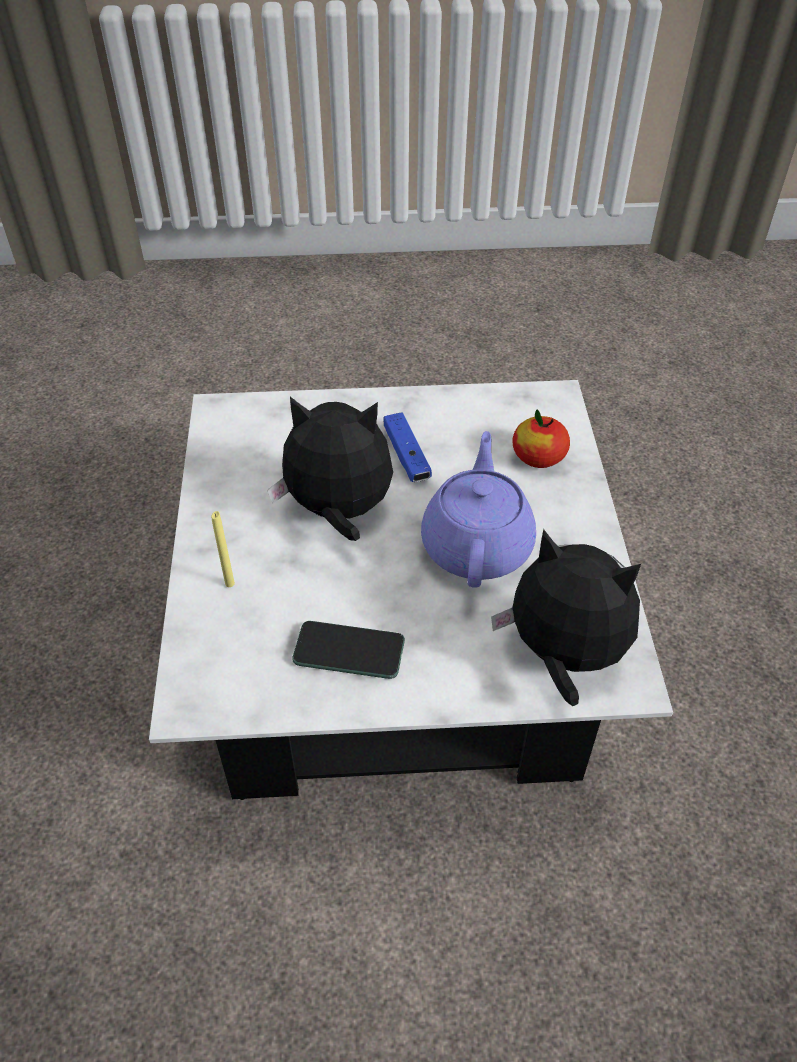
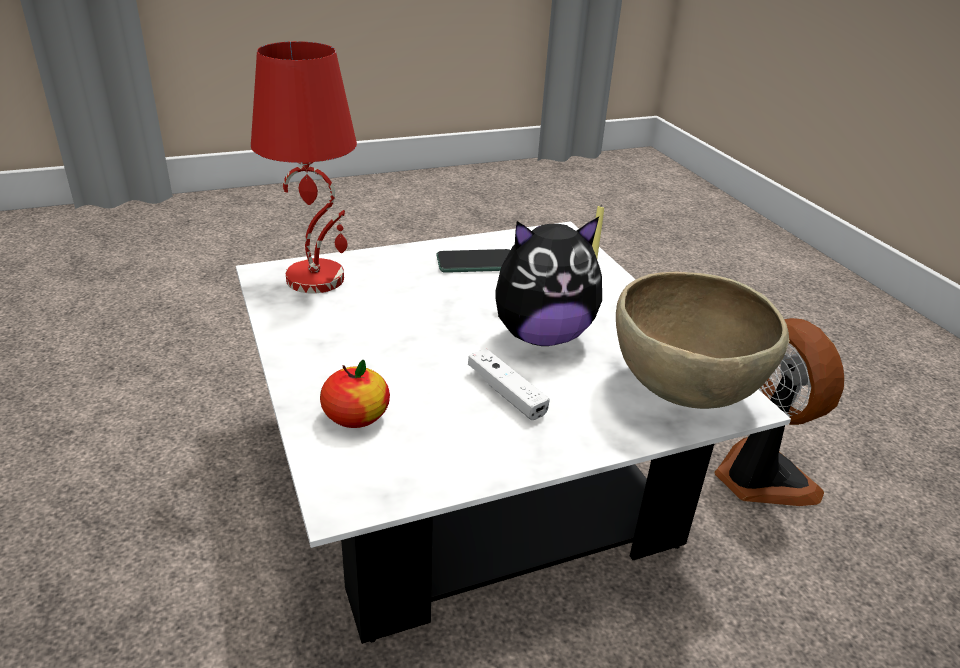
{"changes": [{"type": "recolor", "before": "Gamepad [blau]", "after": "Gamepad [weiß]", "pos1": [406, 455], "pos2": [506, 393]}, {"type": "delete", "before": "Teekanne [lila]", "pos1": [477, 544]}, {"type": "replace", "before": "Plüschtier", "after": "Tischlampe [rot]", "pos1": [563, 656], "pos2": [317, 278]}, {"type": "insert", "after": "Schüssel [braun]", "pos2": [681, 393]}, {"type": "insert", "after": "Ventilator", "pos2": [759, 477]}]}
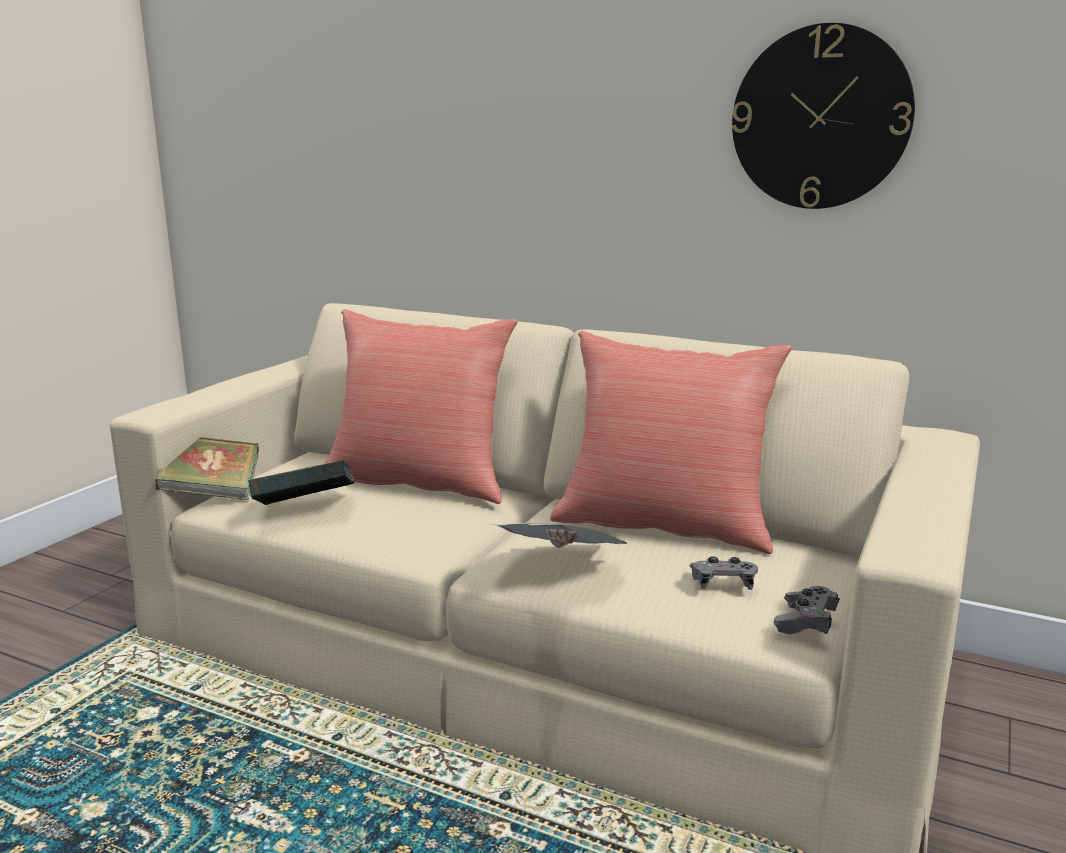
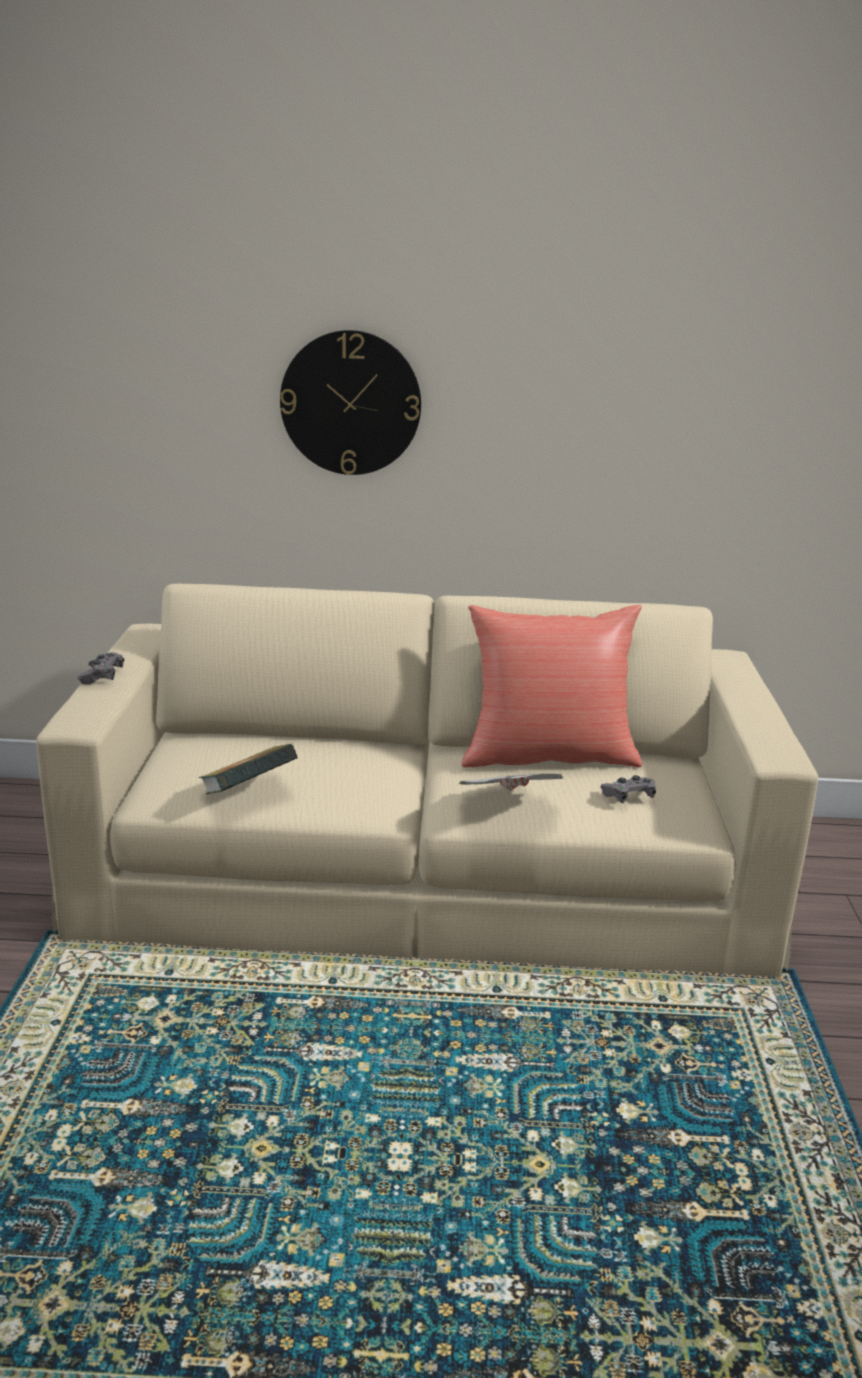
{"changes": [{"type": "delete", "before": "Buch", "pos1": [212, 494]}, {"type": "delete", "before": "Kissen [rot]", "pos1": [419, 482]}, {"type": "move", "before": "Wanduhr", "pos1": [820, 118], "pos2": [351, 403]}, {"type": "move", "before": "Gamepad [grau]", "pos1": [805, 622], "pos2": [102, 677]}]}
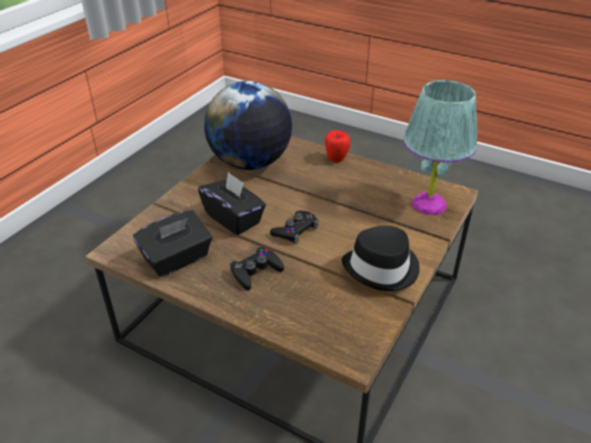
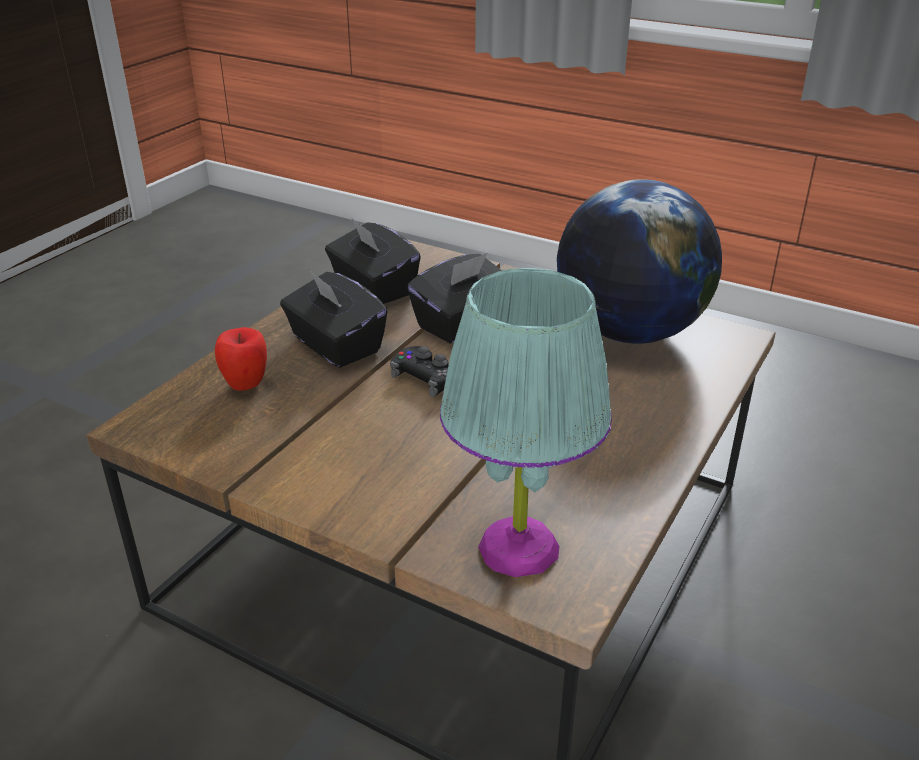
{"changes": [{"type": "replace", "before": "Gamepad [schwarz]", "after": "Taschentuchbox [schwarz]", "pos1": [255, 272], "pos2": [335, 345]}, {"type": "move", "before": "Apfel", "pos1": [336, 159], "pos2": [246, 386]}, {"type": "delete", "before": "Hut [schwarz]", "pos1": [382, 268]}]}
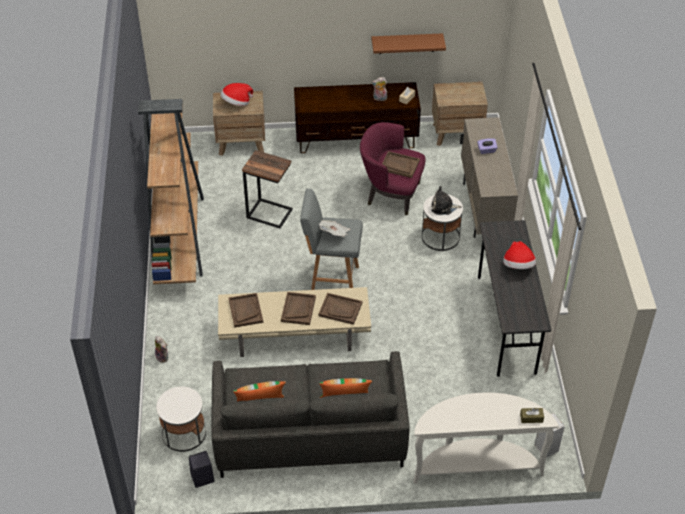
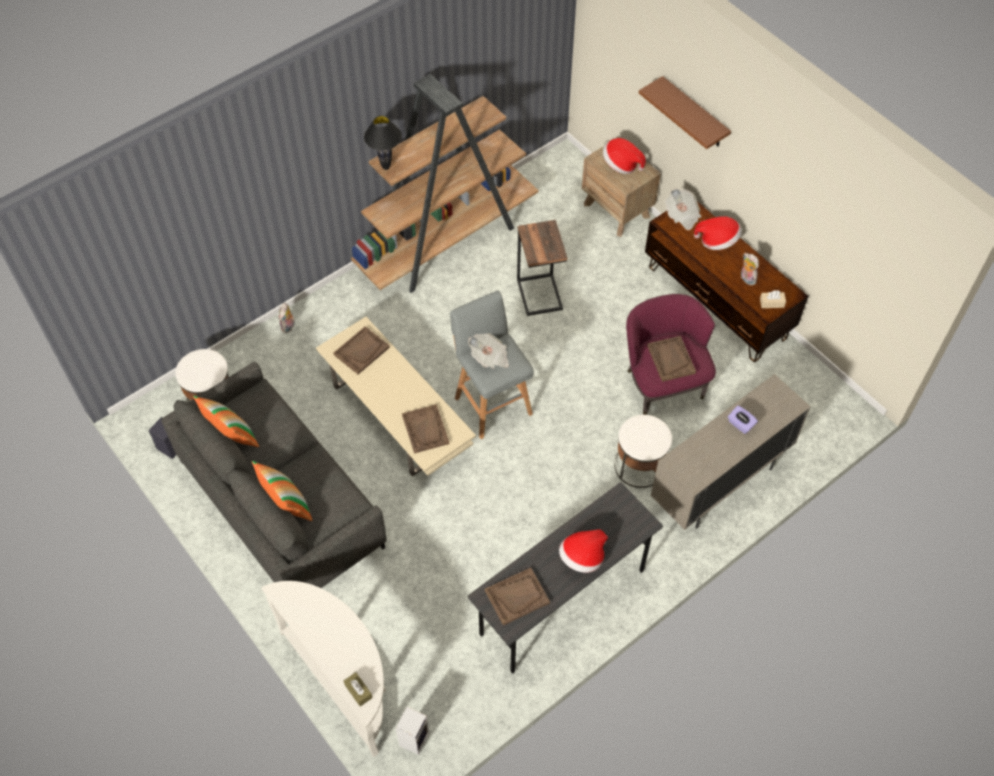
{"changes": [{"type": "move", "before": "Tablett [braun]", "pos1": [298, 309], "pos2": [517, 597]}, {"type": "move", "before": "Wandregal [braun]", "pos1": [406, 43], "pos2": [694, 113]}, {"type": "delete", "before": "Plüschtier", "pos1": [443, 207]}, {"type": "delete", "before": "Nachttisch [braun]", "pos1": [457, 133]}, {"type": "insert", "after": "Tischlampe [schwarz]", "pos2": [385, 167]}, {"type": "insert", "after": "Zeitung", "pos2": [682, 216]}, {"type": "insert", "after": "Hut", "pos2": [717, 241]}]}
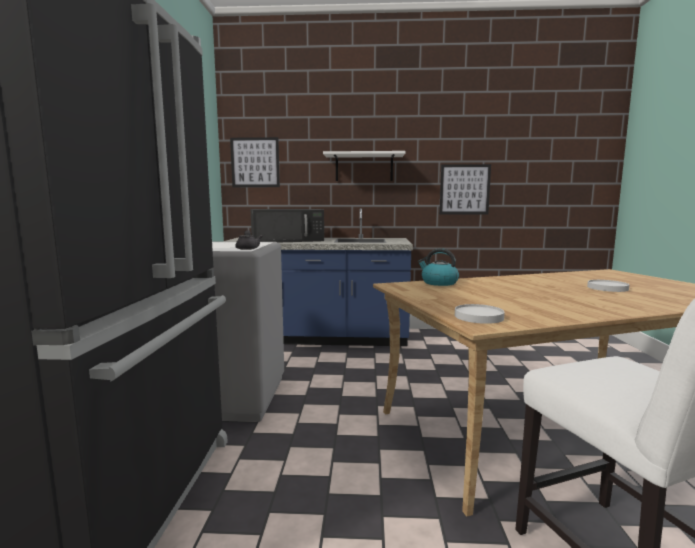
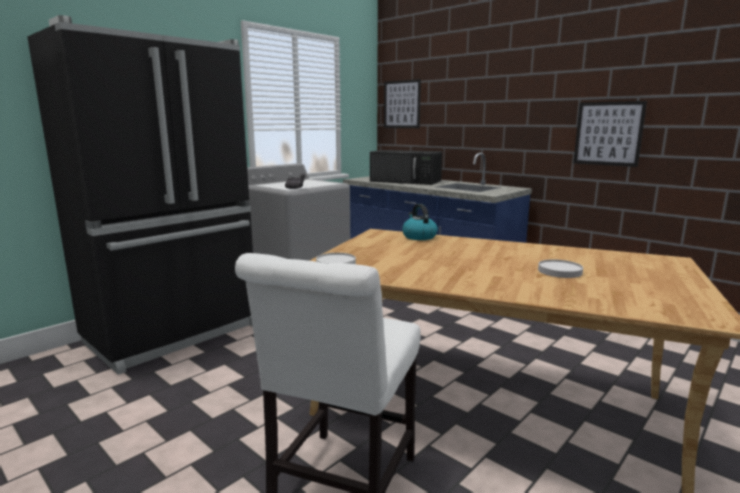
{"changes": [{"type": "delete", "before": "Wandregal [weiß]", "pos1": [364, 168]}]}
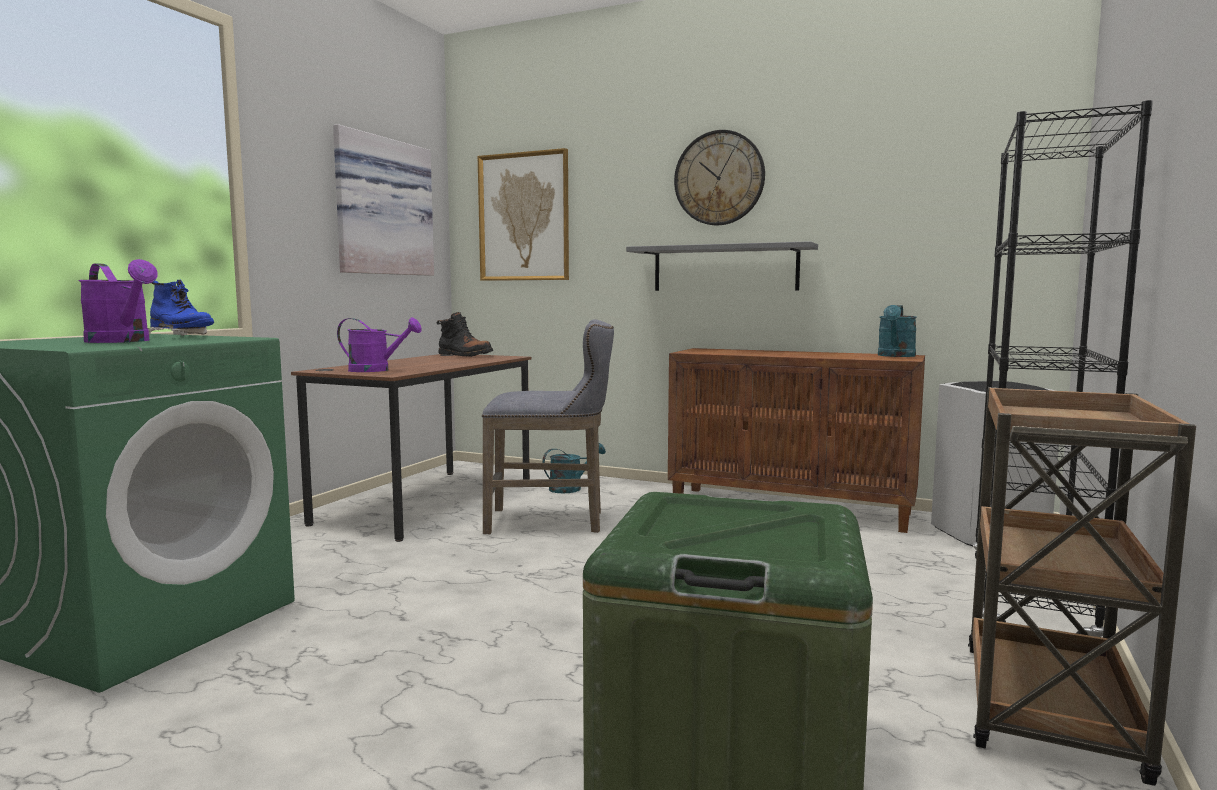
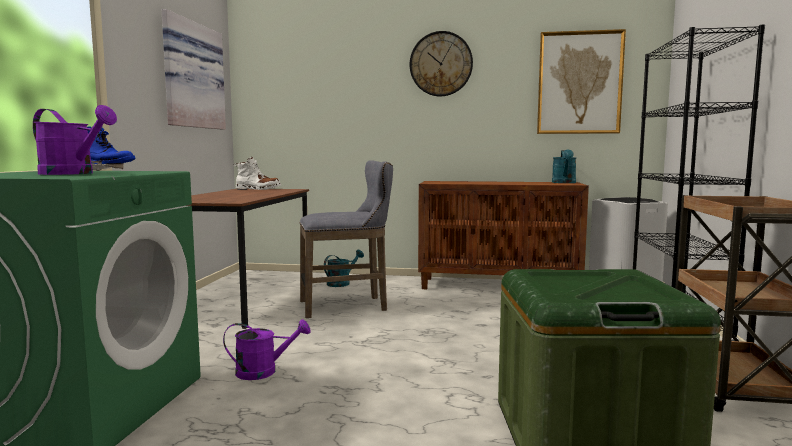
{"changes": [{"type": "move", "before": "Gießkanne [lila]", "pos1": [376, 370], "pos2": [264, 371]}, {"type": "recolor", "before": "Stiefel [schwarz]", "after": "Stiefel [weiß]", "pos1": [464, 355], "pos2": [258, 189]}, {"type": "move", "before": "Bild", "pos1": [524, 217], "pos2": [579, 83]}, {"type": "delete", "before": "Wandregal [grau]", "pos1": [725, 268]}]}
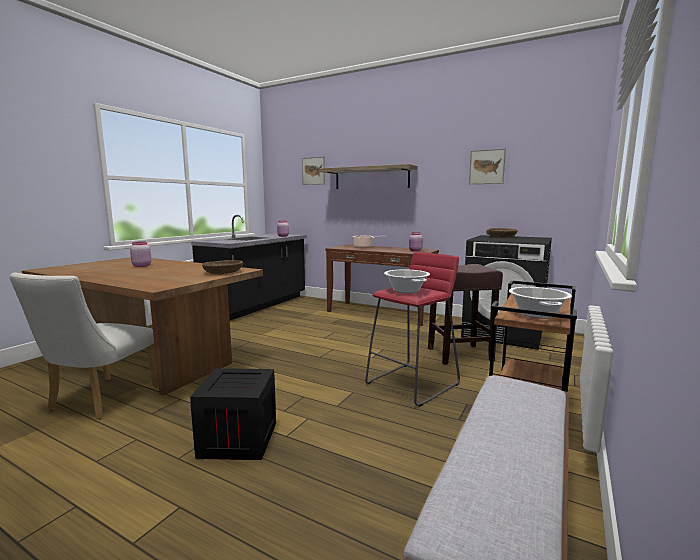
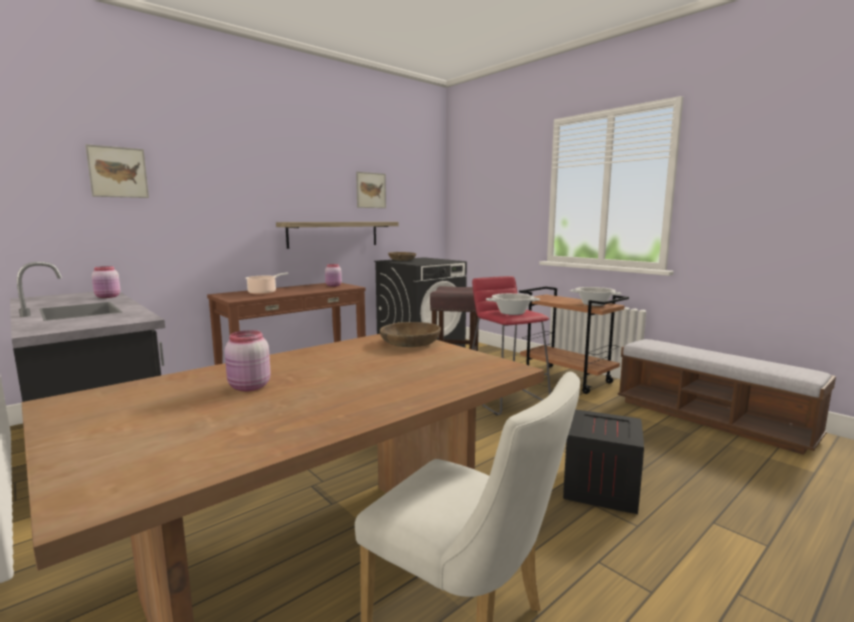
{"changes": [{"type": "move", "before": "Wandregal", "pos1": [371, 178], "pos2": [333, 234]}]}
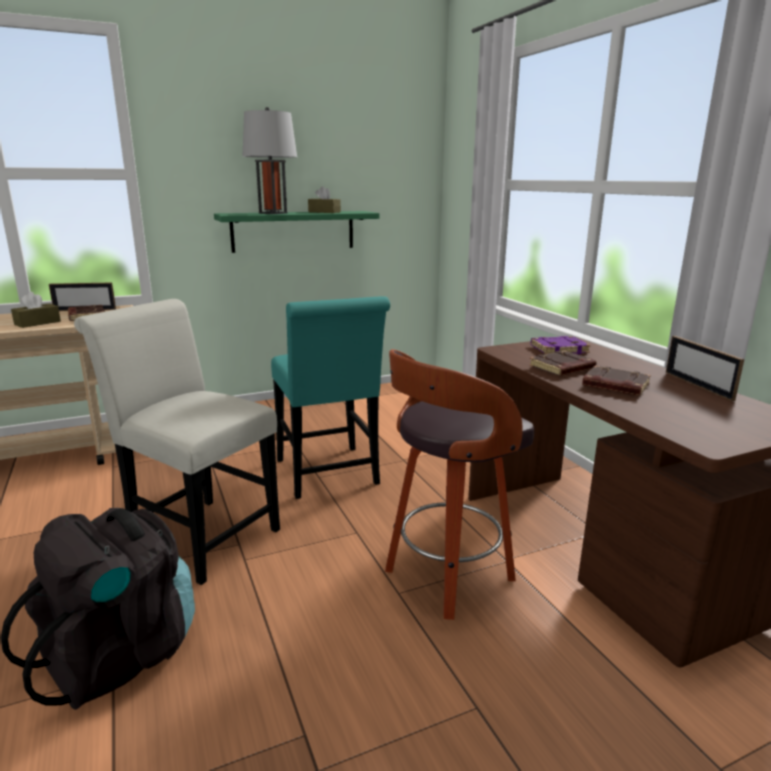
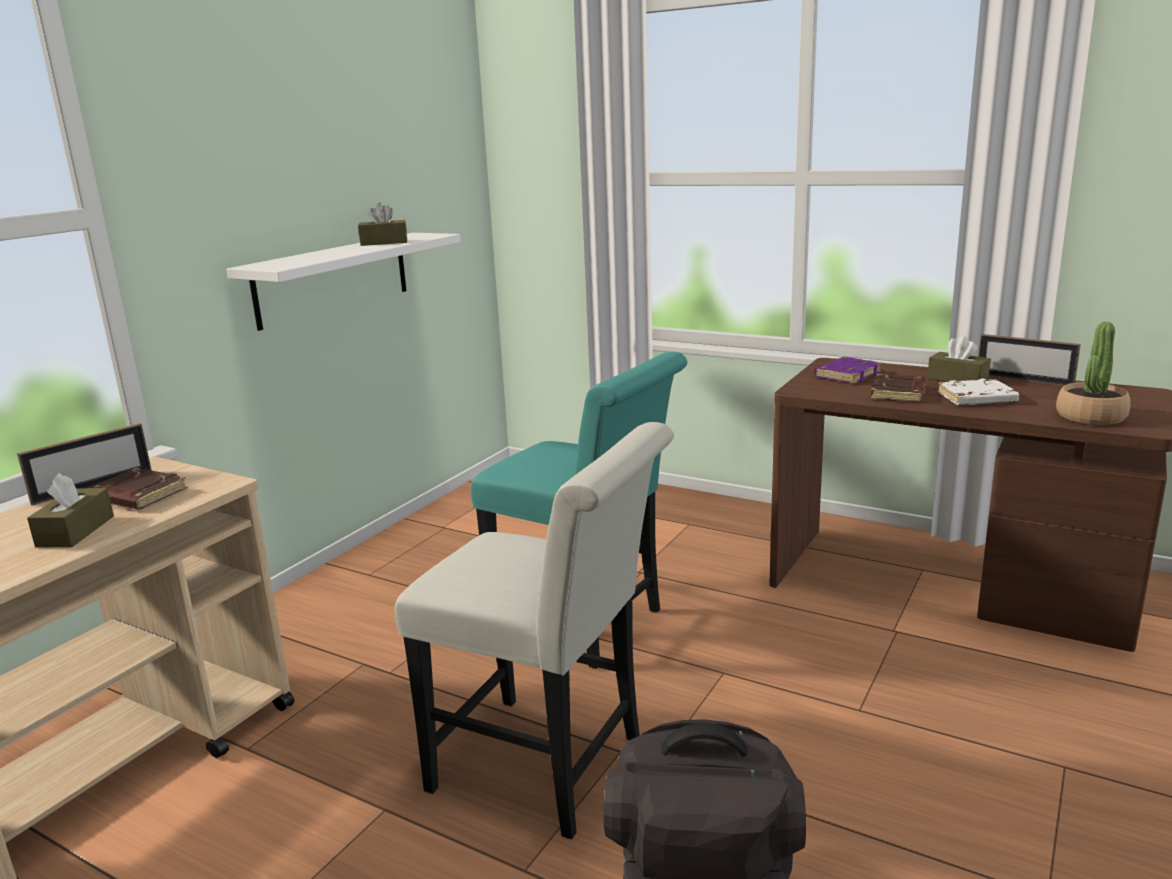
{"changes": [{"type": "rotate", "before": "Stuhl [weiß]", "pos1": [198, 535], "pos2": [551, 767], "turn": -150}, {"type": "recolor", "before": "Wandregal [grün]", "after": "Wandregal [weiß]", "pos1": [293, 231], "pos2": [333, 279]}, {"type": "delete", "before": "Tischlampe [grau]", "pos1": [273, 213]}, {"type": "delete", "before": "Hocker", "pos1": [446, 577]}, {"type": "recolor", "before": "Buch [braun]", "after": "Buch [weiß]", "pos1": [614, 386], "pos2": [976, 399]}, {"type": "insert", "after": "Taschentuchbox [braun]", "pos2": [957, 379]}, {"type": "insert", "after": "Topfpflanze", "pos2": [1090, 417]}]}
